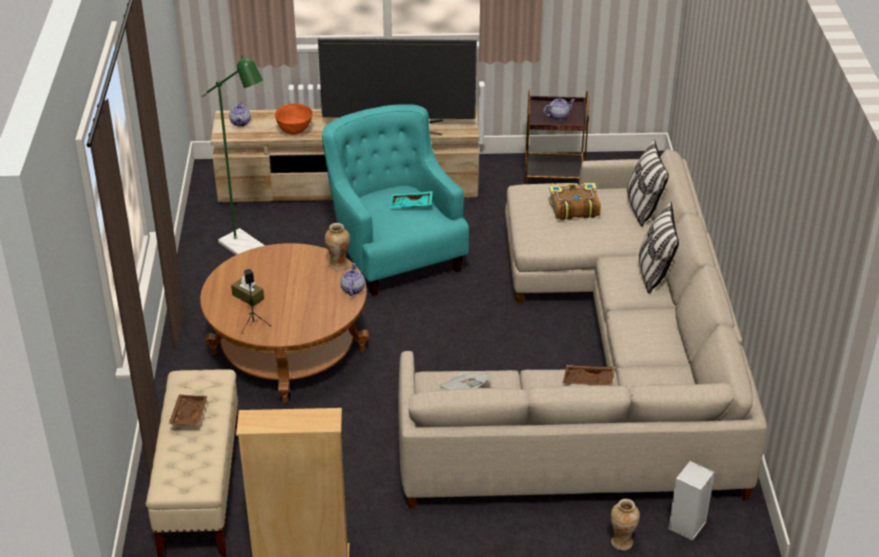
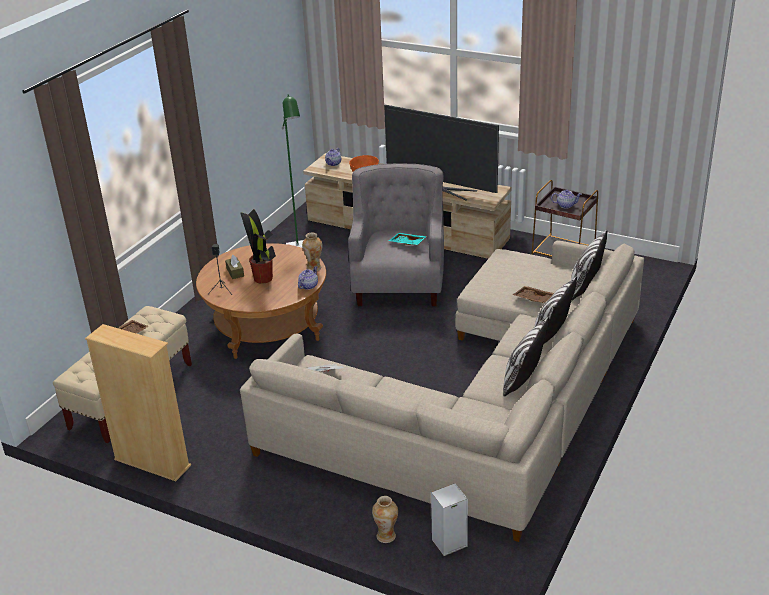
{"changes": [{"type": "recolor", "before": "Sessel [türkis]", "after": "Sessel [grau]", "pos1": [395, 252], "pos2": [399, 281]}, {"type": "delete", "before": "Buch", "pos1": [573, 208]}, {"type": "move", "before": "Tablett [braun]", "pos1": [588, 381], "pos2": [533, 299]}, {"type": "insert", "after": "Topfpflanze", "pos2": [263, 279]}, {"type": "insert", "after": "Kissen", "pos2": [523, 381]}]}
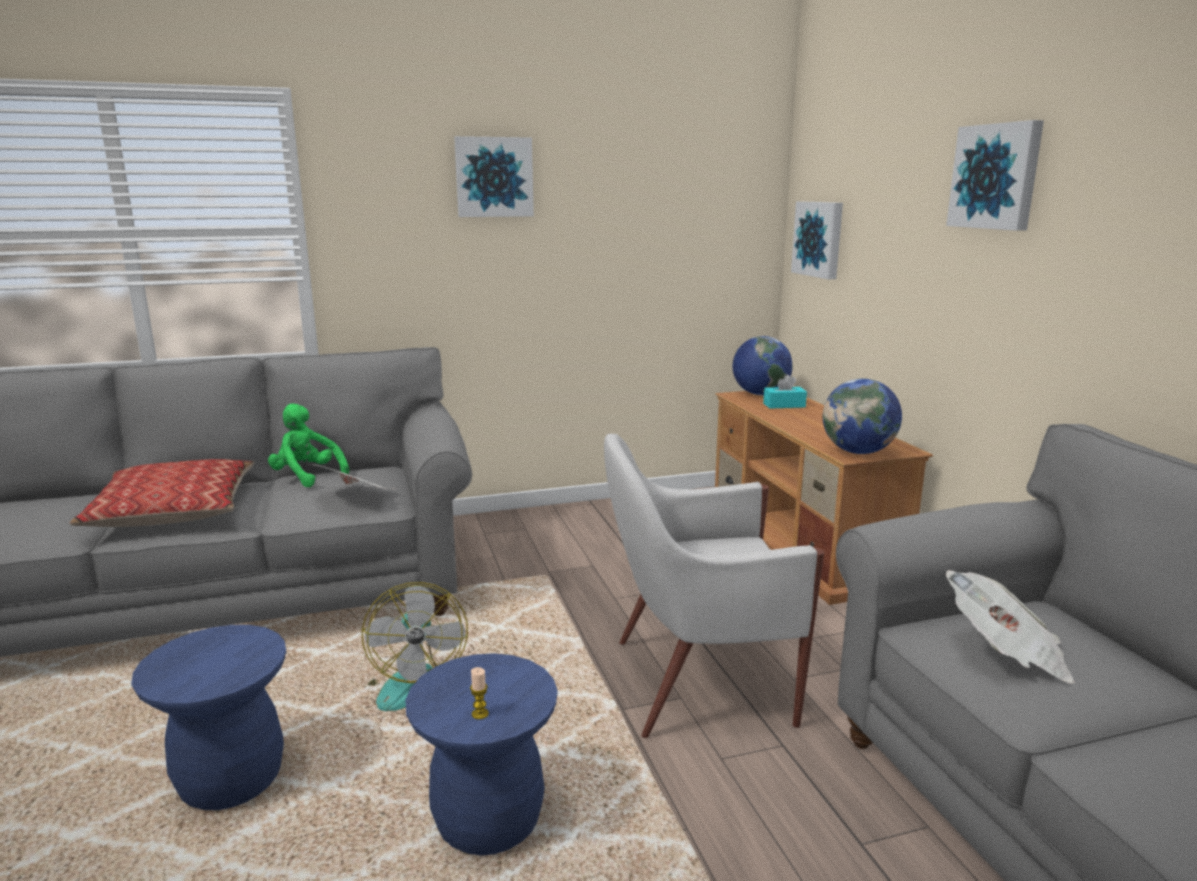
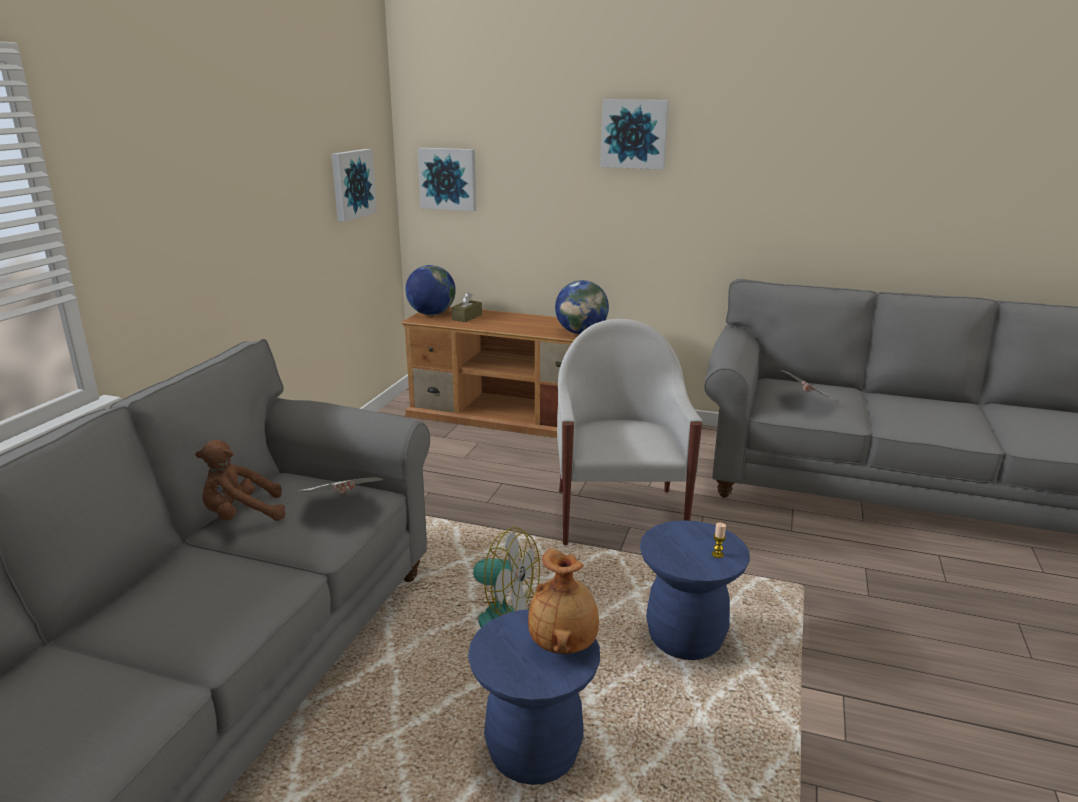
{"changes": [{"type": "delete", "before": "Kissen", "pos1": [174, 510]}, {"type": "recolor", "before": "Plüschtier [grün]", "after": "Plüschtier [braun]", "pos1": [307, 477], "pos2": [242, 516]}, {"type": "move", "before": "Bild", "pos1": [494, 177], "pos2": [351, 184]}, {"type": "rotate", "before": "Sessel [weiß]", "pos1": [697, 681], "pos2": [619, 515], "turn": 150}, {"type": "recolor", "before": "Taschentuchbox [türkis]", "after": "Taschentuchbox [braun]", "pos1": [784, 405], "pos2": [467, 317]}, {"type": "insert", "after": "Vase [braun]", "pos2": [564, 644]}]}
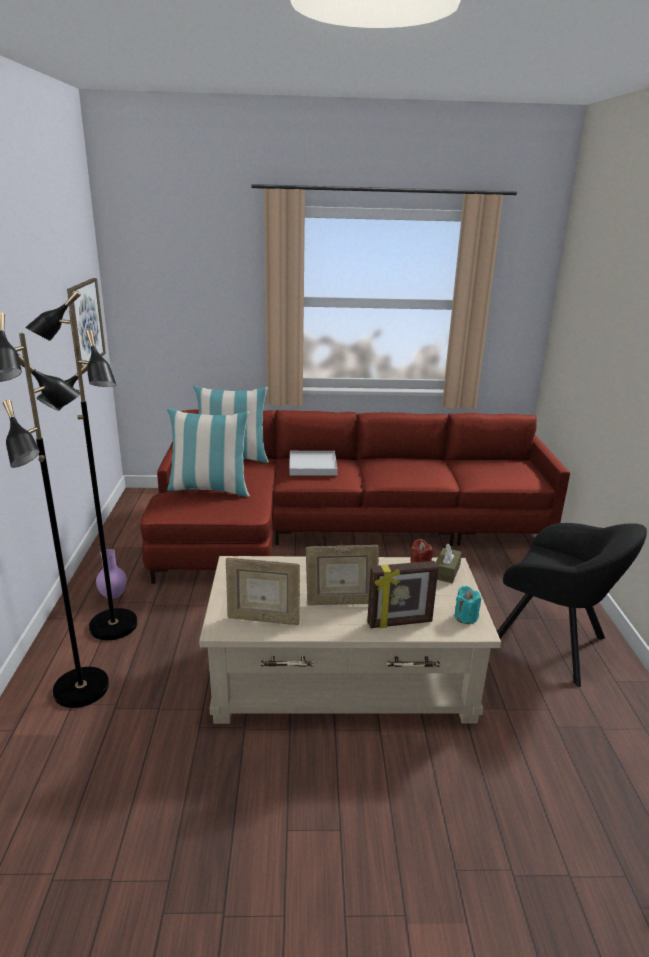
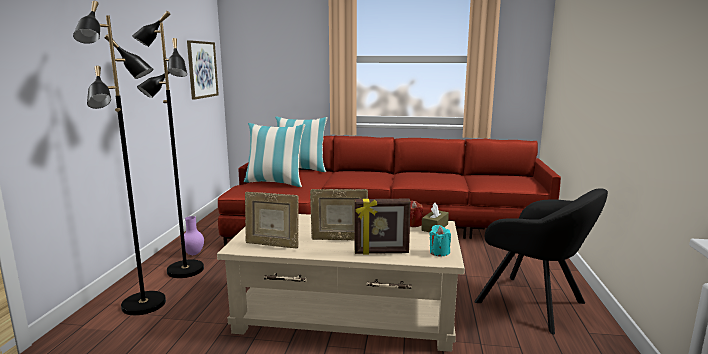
{"changes": [{"type": "delete", "before": "Tablett [weiß]", "pos1": [312, 466]}]}
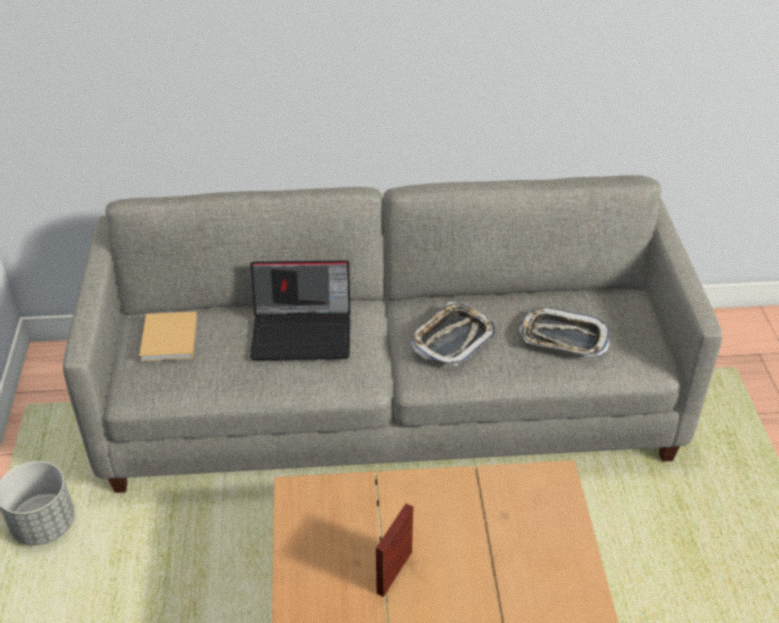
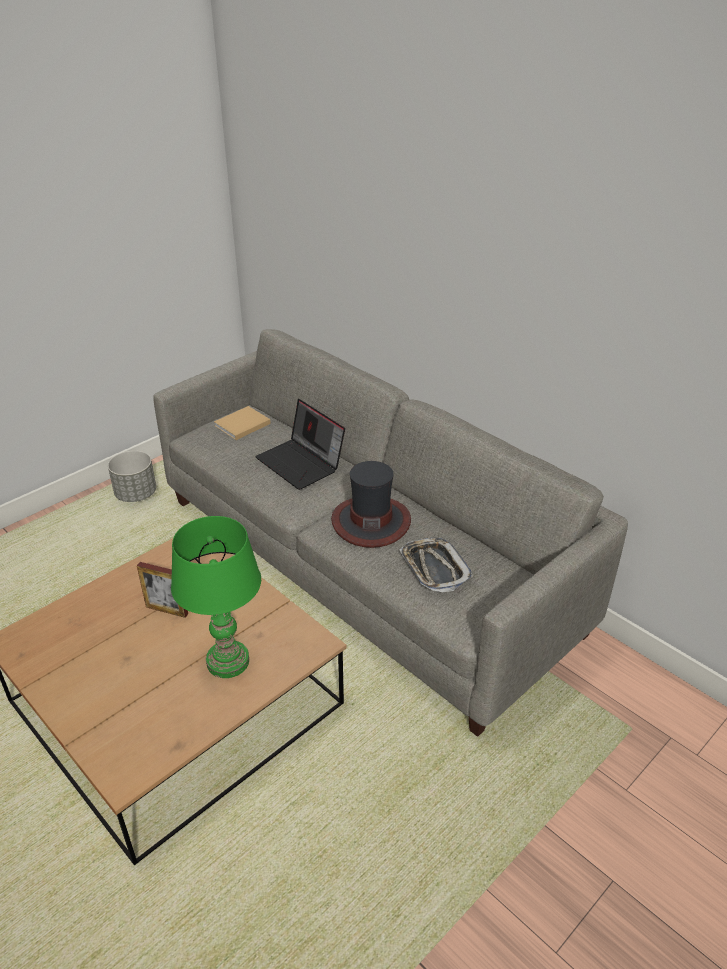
{"changes": [{"type": "rotate", "before": "Bilderrahmen", "pos1": [394, 572], "pos2": [167, 610], "turn": -150}, {"type": "replace", "before": "Tablett", "after": "Hut", "pos1": [452, 338], "pos2": [371, 521]}, {"type": "insert", "after": "Tischlampe [grün]", "pos2": [228, 662]}]}
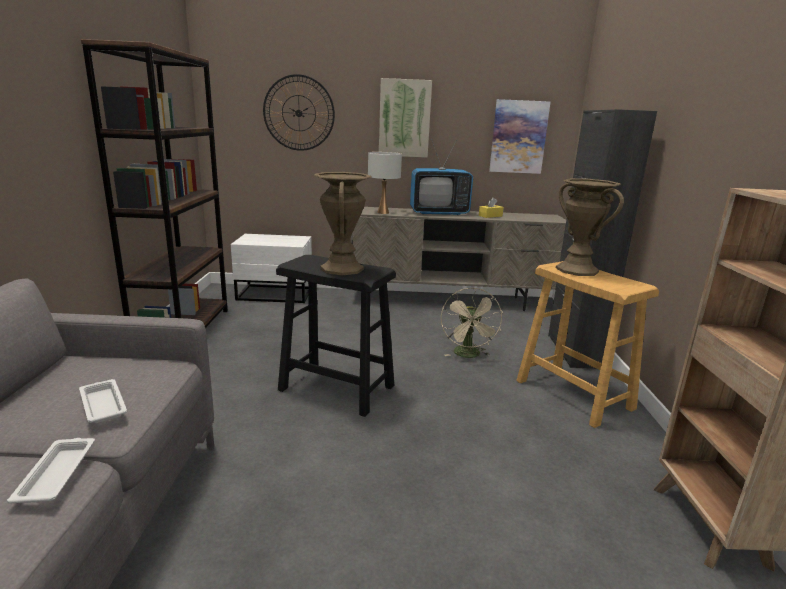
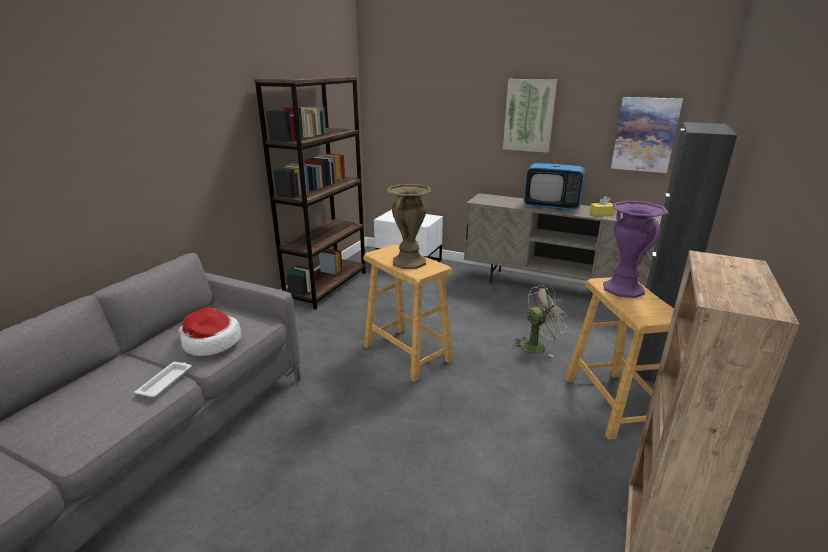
{"changes": [{"type": "replace", "before": "Tablett [weiß]", "after": "Hut", "pos1": [103, 404], "pos2": [211, 343]}, {"type": "delete", "before": "Wanduhr", "pos1": [299, 113]}, {"type": "recolor", "before": "Hocker [schwarz]", "after": "Hocker [beige]", "pos1": [337, 388], "pos2": [407, 354]}, {"type": "delete", "before": "Tischlampe [weiß]", "pos1": [383, 212]}, {"type": "rotate", "before": "Ventilator [beige]", "pos1": [468, 355], "pos2": [537, 346], "turn": -135}, {"type": "recolor", "before": "Vase [braun]", "after": "Vase [lila]", "pos1": [576, 270], "pos2": [623, 289]}]}
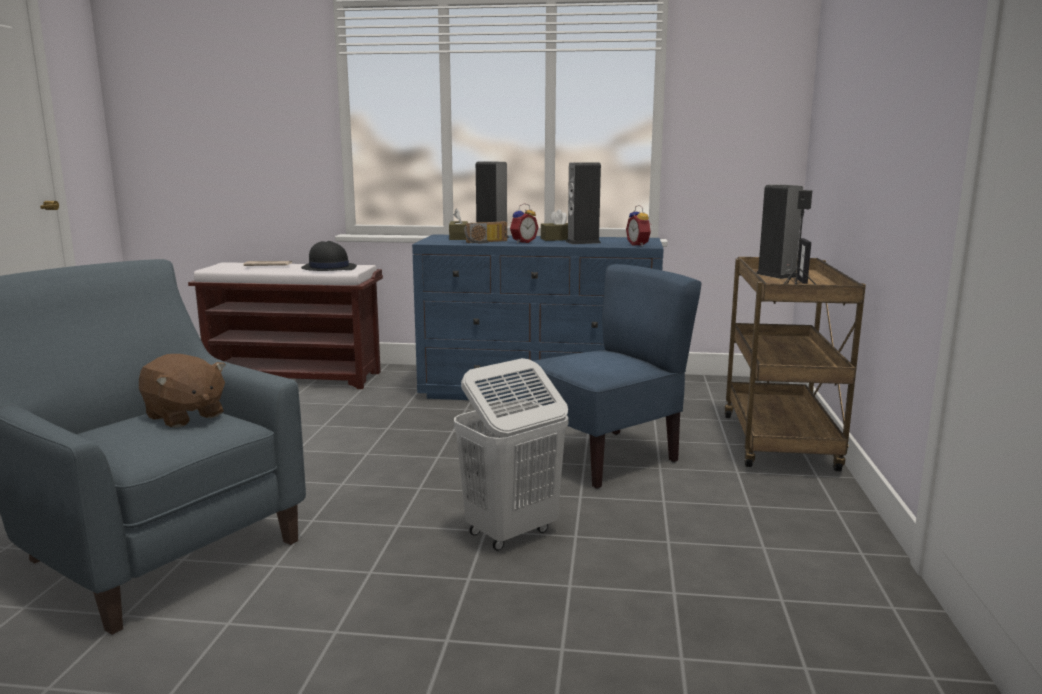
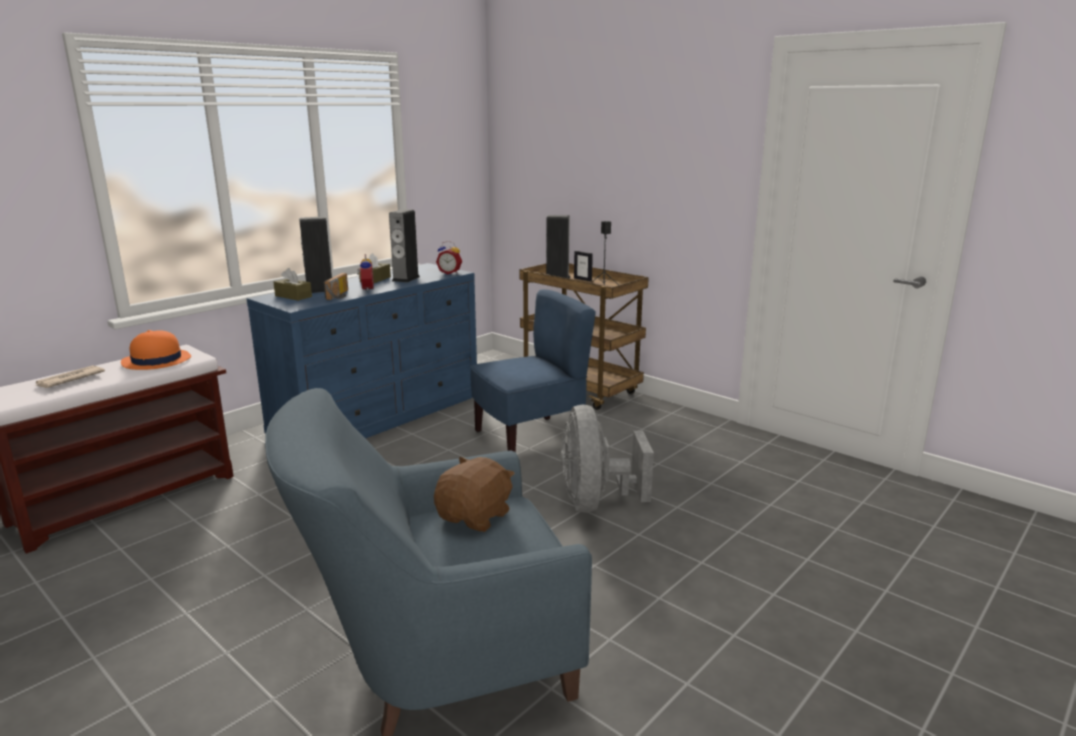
{"changes": [{"type": "rotate", "before": "Plüschtier [braun]", "pos1": [184, 416], "pos2": [475, 517], "turn": -45}, {"type": "recolor", "before": "Hut [schwarz]", "after": "Hut [orange]", "pos1": [328, 268], "pos2": [156, 361]}, {"type": "replace", "before": "Wäschekorb [weiß]", "after": "Ventilator [grau]", "pos1": [510, 533], "pos2": [595, 502]}, {"type": "rotate", "before": "Stuhl [blau]", "pos1": [605, 457], "pos2": [529, 438], "turn": 60}]}
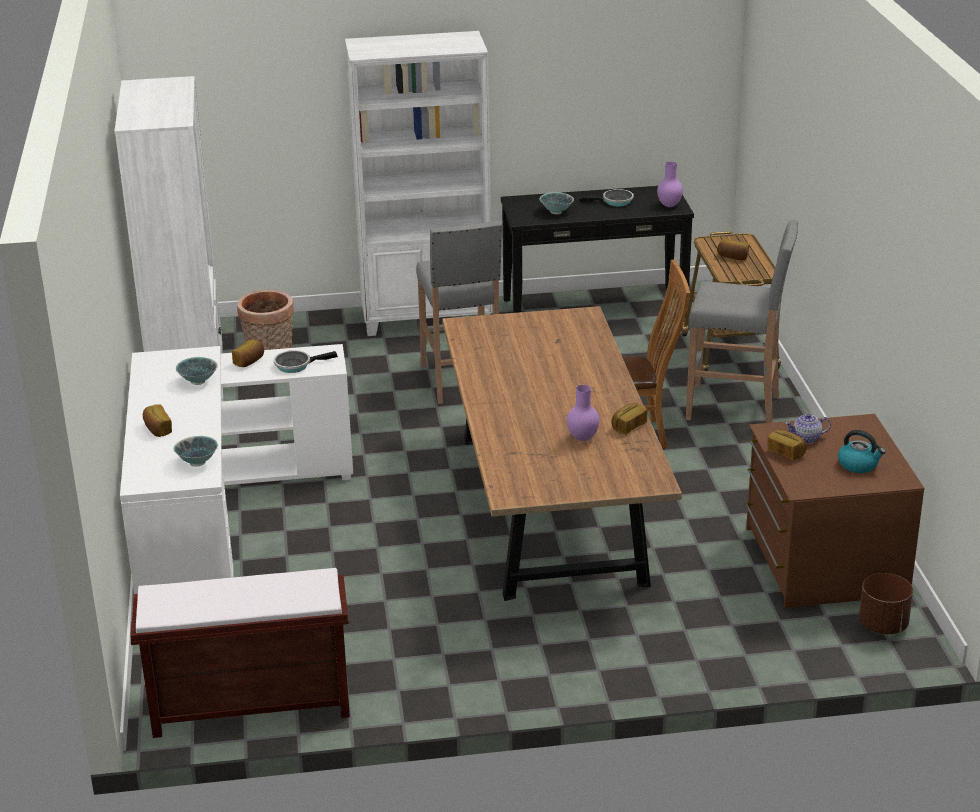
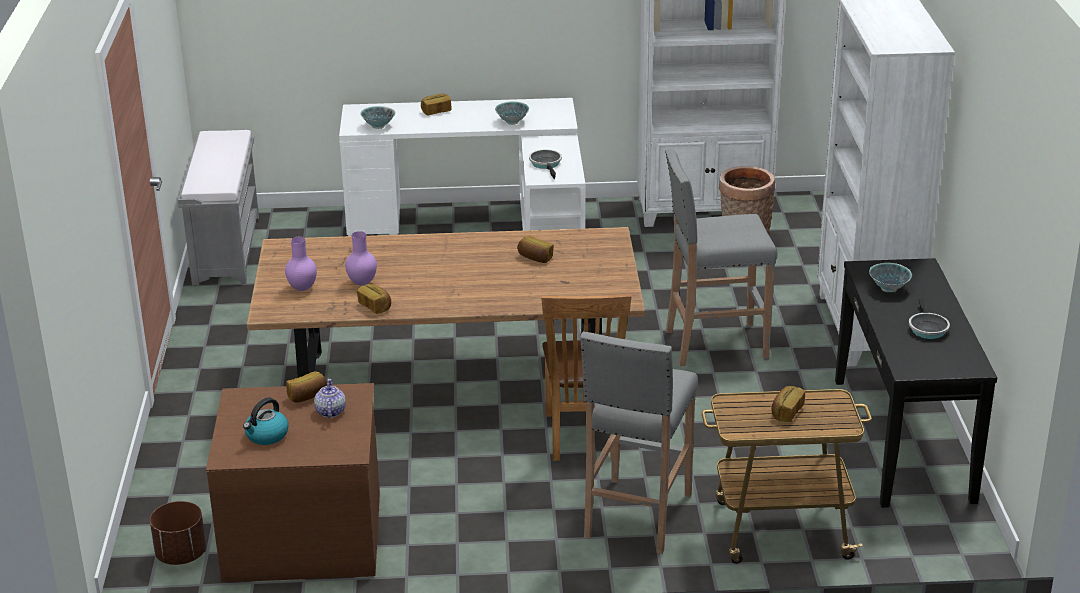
{"changes": [{"type": "recolor", "before": "Bank [braun]", "after": "Bank [grau]", "pos1": [249, 705], "pos2": [226, 249]}, {"type": "move", "before": "Brot", "pos1": [249, 361], "pos2": [535, 258]}, {"type": "move", "before": "Vase [lila]", "pos1": [669, 206], "pos2": [301, 288]}]}
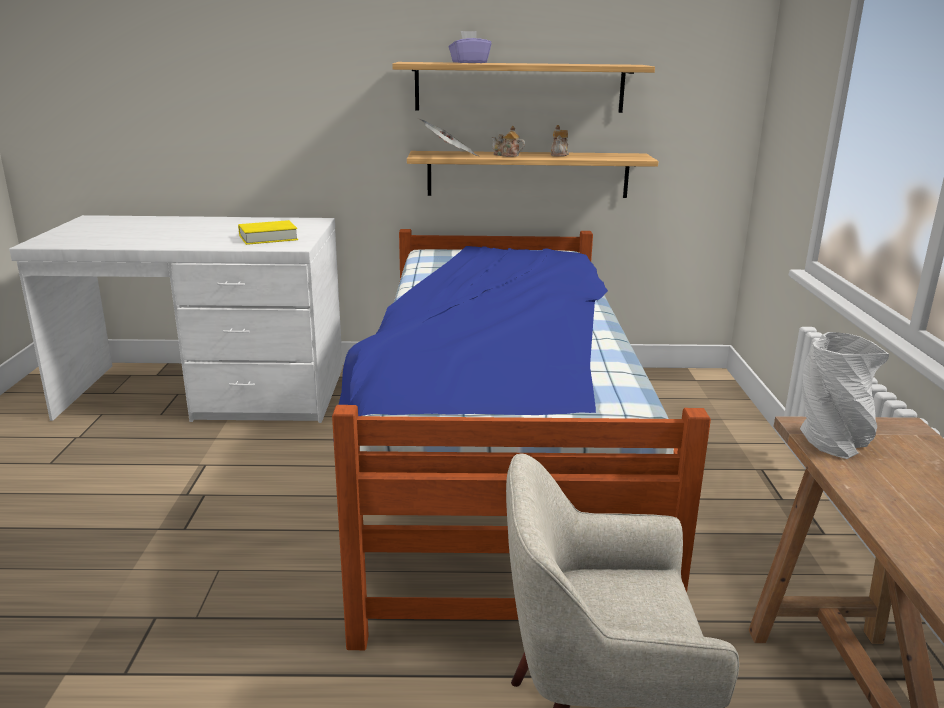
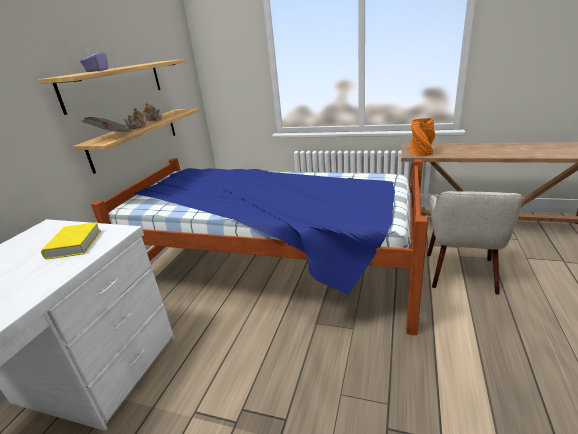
{"changes": [{"type": "recolor", "before": "Vase [grau]", "after": "Vase [orange]", "pos1": [831, 442], "pos2": [421, 154]}]}
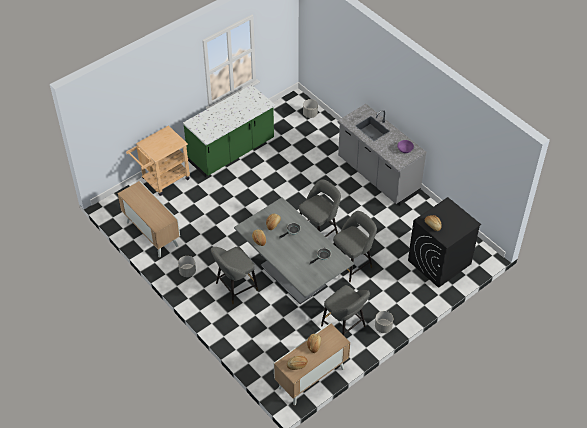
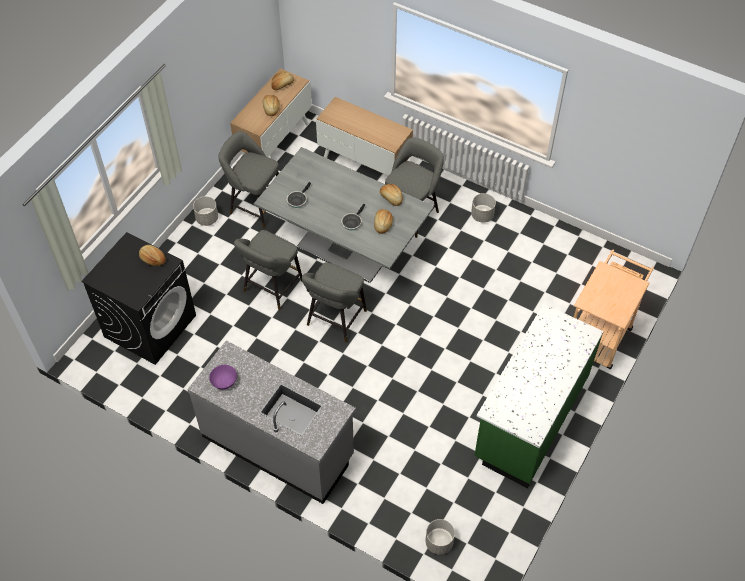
{"changes": [{"type": "move", "before": "Schrank", "pos1": [151, 234], "pos2": [365, 165]}]}
